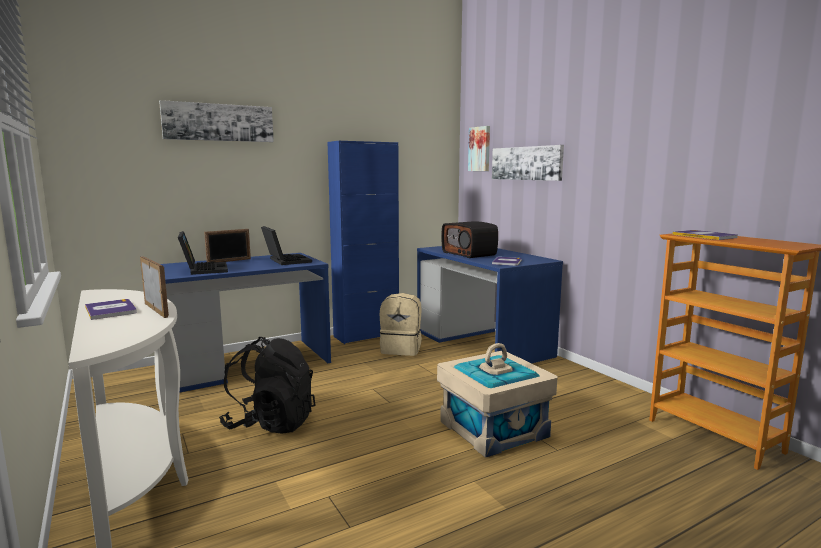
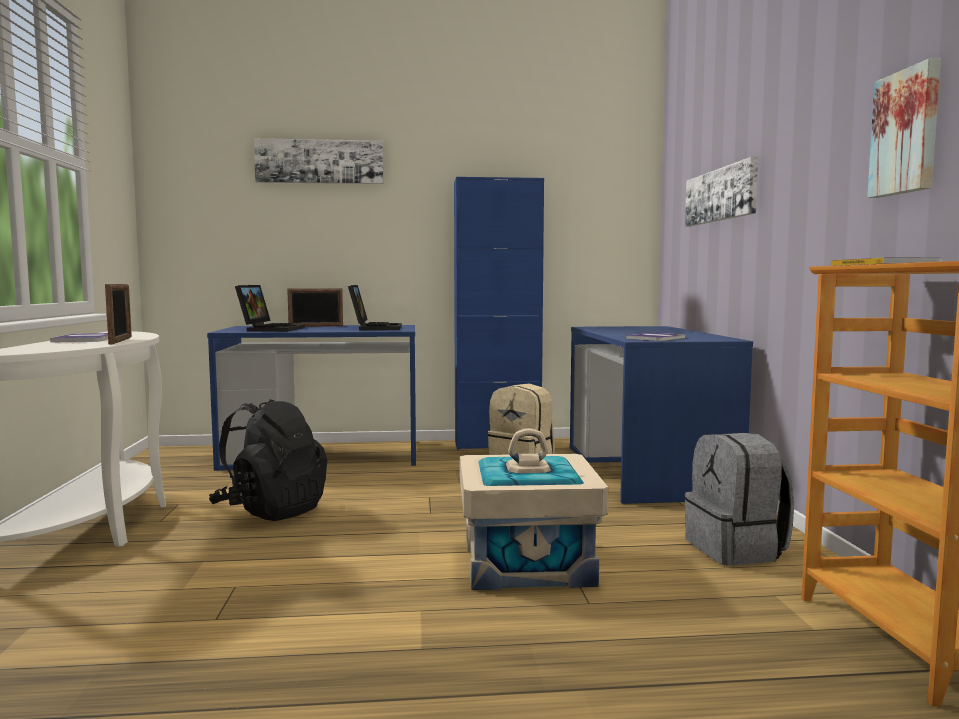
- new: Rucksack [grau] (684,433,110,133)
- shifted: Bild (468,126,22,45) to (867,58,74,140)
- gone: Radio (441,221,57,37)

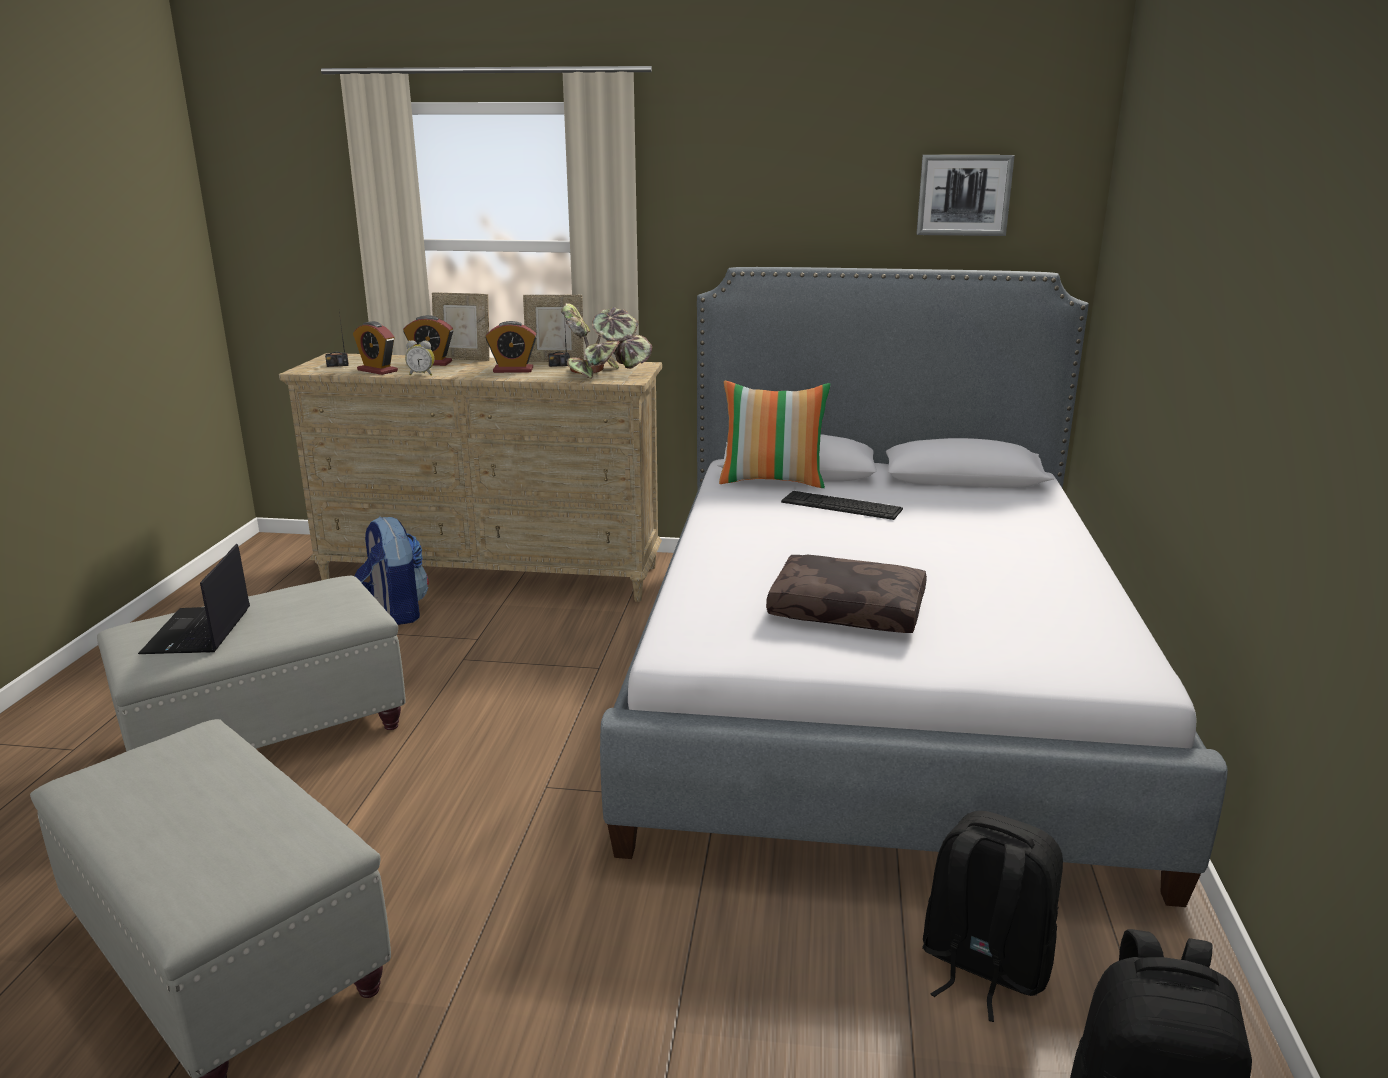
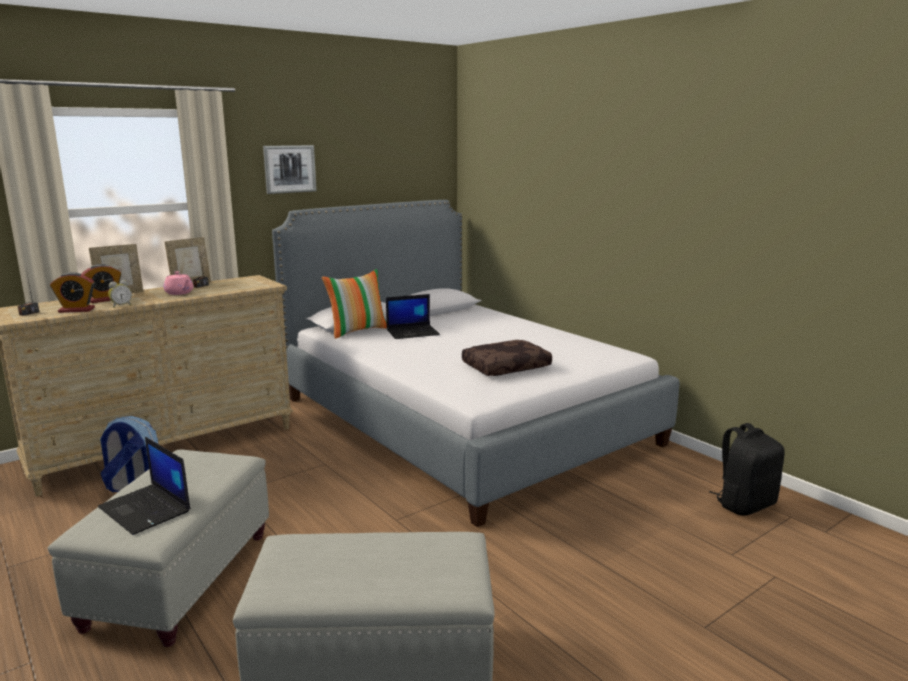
- swapped: Wecker (486,321,51,52) to Teekanne [rosa] (164,271,30,24)
- shifted: Bild (917,155,98,81) to (263,145,54,49)
- swapped: Tastatur (781,491,122,29) to Laptop (386,294,54,45)
- gone: Topfpflanze (561,303,91,76)
- gone: Rucksack [schwarz] (922,811,141,211)

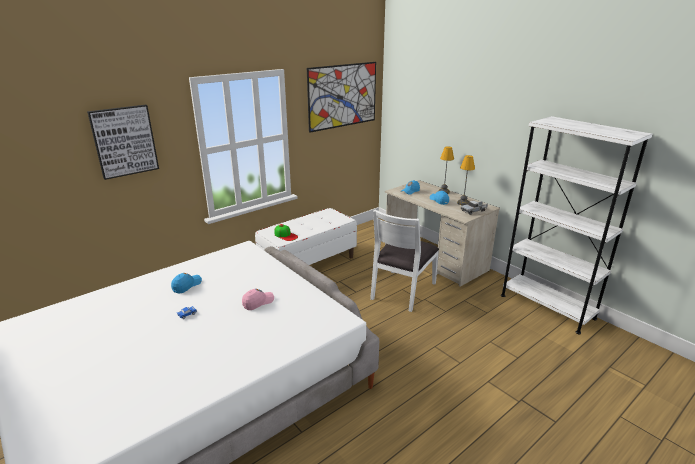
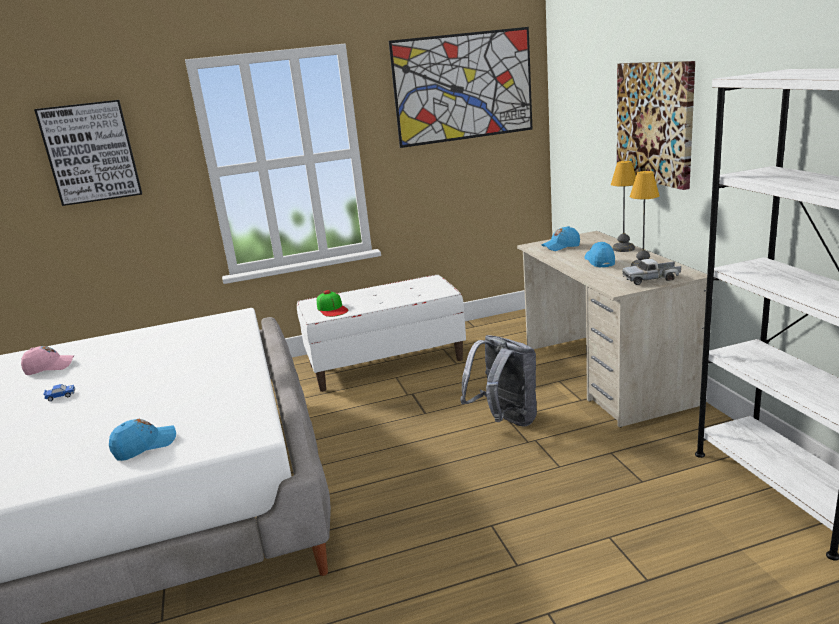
- shifted: Kappe [rosa] (242,289,32,21) to (21,346,53,29)
- shifted: Kappe [blau] (171,273,31,21) to (109,419,67,42)
- swapped: Stuhl [weiß] (370,209,69,103) to Rucksack [grau] (460,335,77,91)
- new: Bild (617,61,78,129)

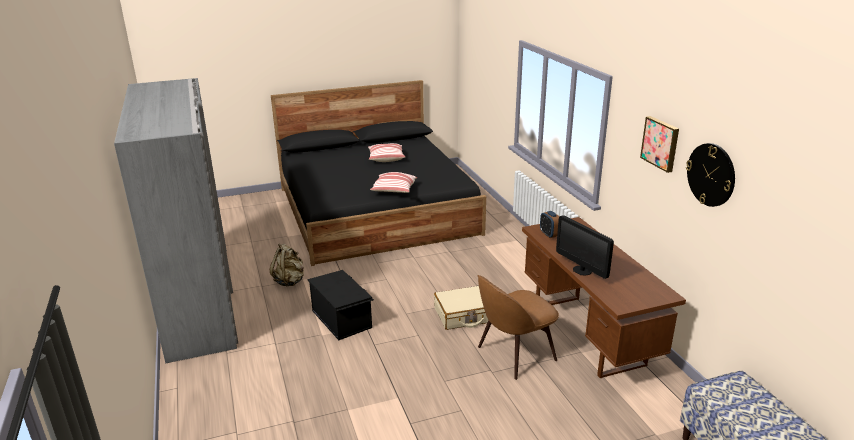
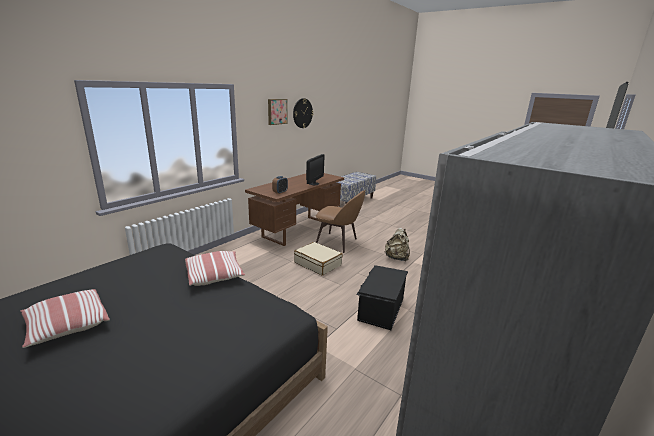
- shifted: Rucksack [beige] (270,244,34,42) to (385,228,25,34)

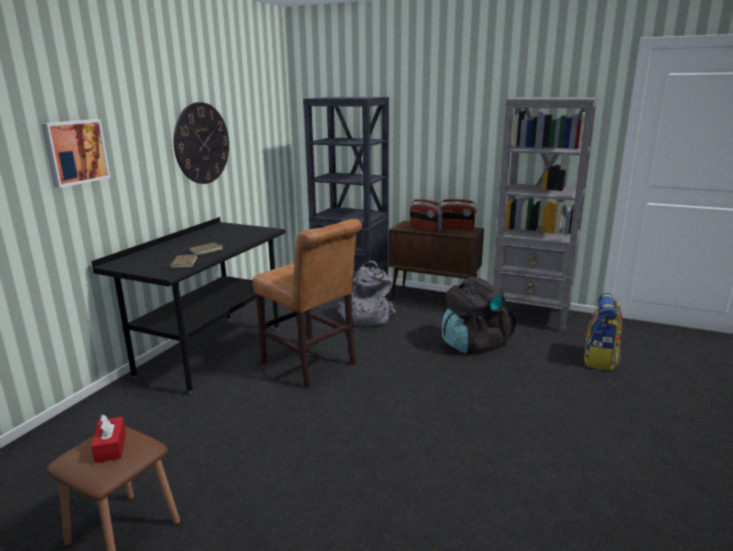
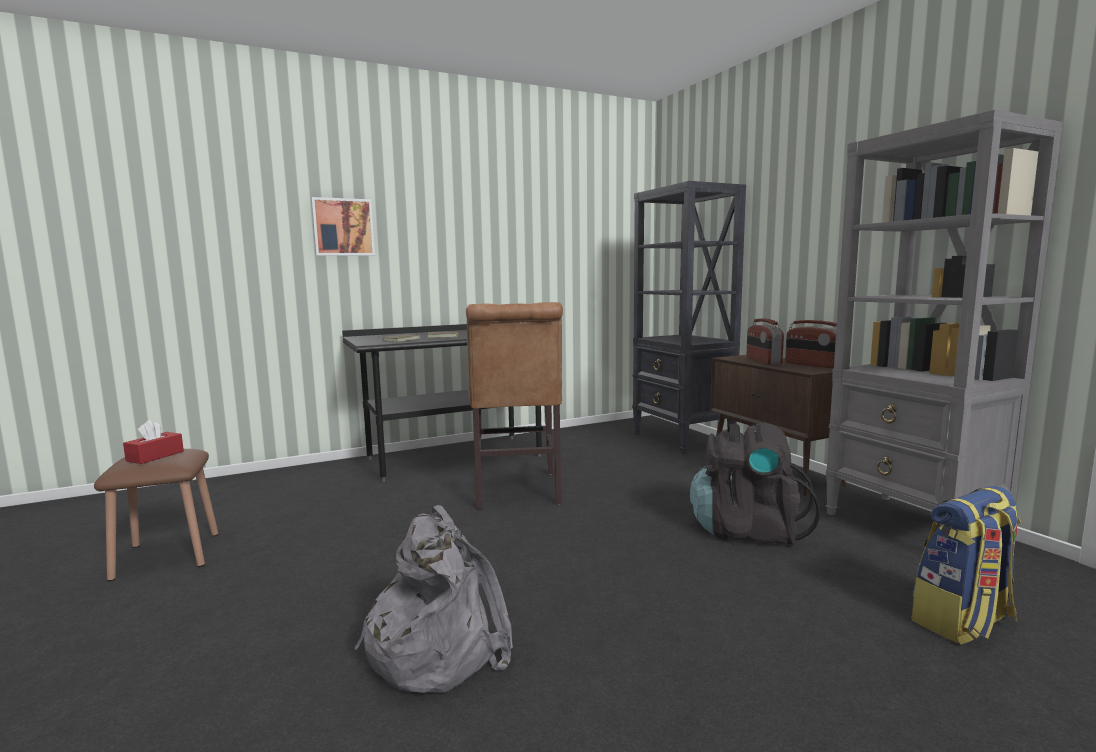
- shifted: Rucksack [grau] (337,261,59,65) to (354,505,159,188)
- gone: Wanduhr (174,102,55,82)

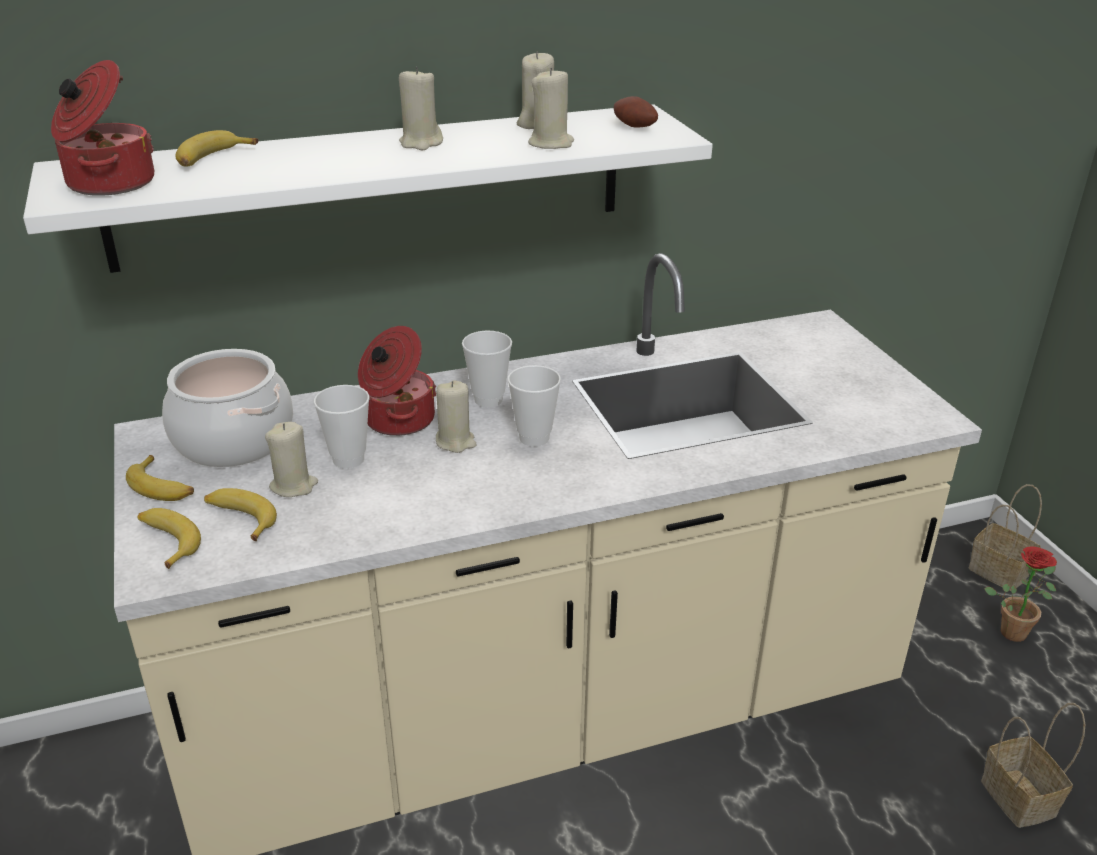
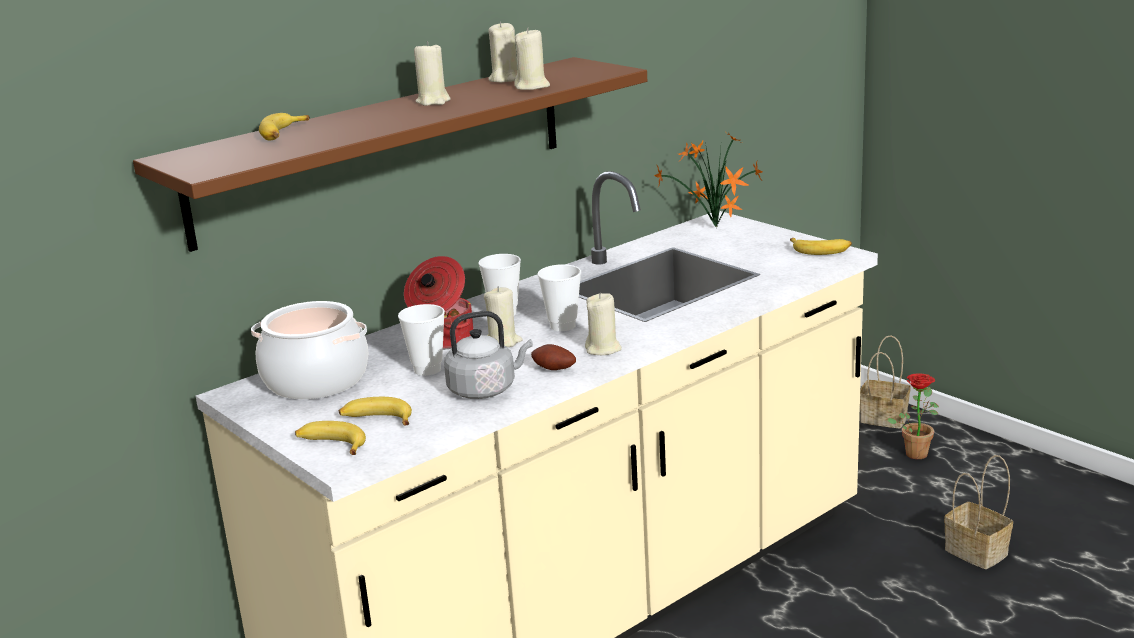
- repainted: Wandregal [weiß] (23,104,690,169) to Wandregal [braun] (133,57,514,195)
- new: Wasserkessel [grau] (444,311,89,88)
- shifted: Kartoffel (613,96,45,32) to (531,344,45,26)
- shifted: Kerze [beige] (265,422,53,75) to (585,293,37,62)
- new: Topfpflanze (654,132,109,96)
- shifted: Banane (126,455,68,46) to (790,238,62,17)
- gone: Kochtopf (51,60,103,136)

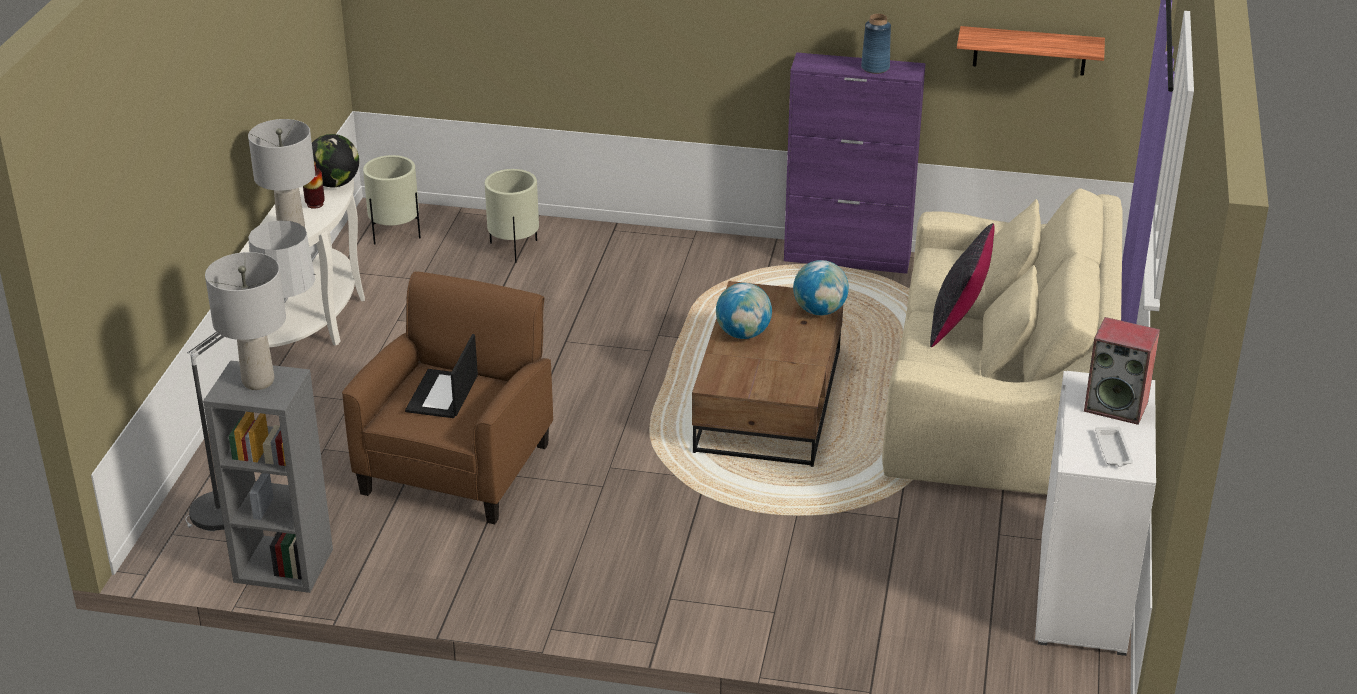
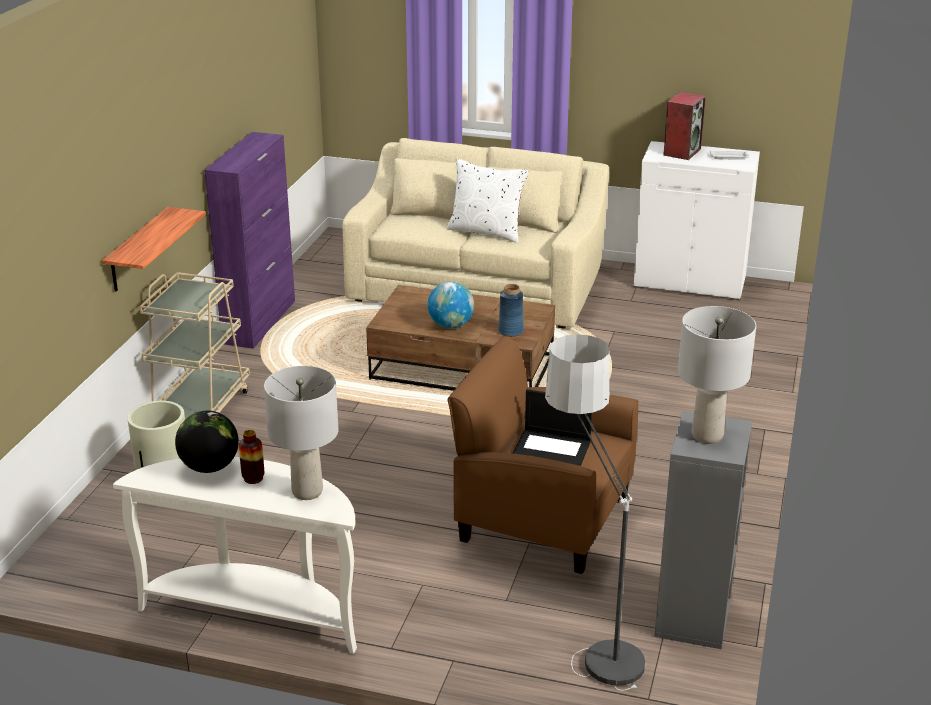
- shifted: Wandregal (957,26,148,50) to (102,207,104,85)
- new: Rollwagen [beige] (140,272,110,147)
- repainted: Kissen [schwarz] (930,223,65,124) to Kissen [weiß] (447,159,82,84)
- shifted: Vase [blau] (861,14,30,60) to (498,284,26,53)
- gone: Pflanzkübel [beige] (363,155,58,90)
- gone: Globus (793,260,56,55)

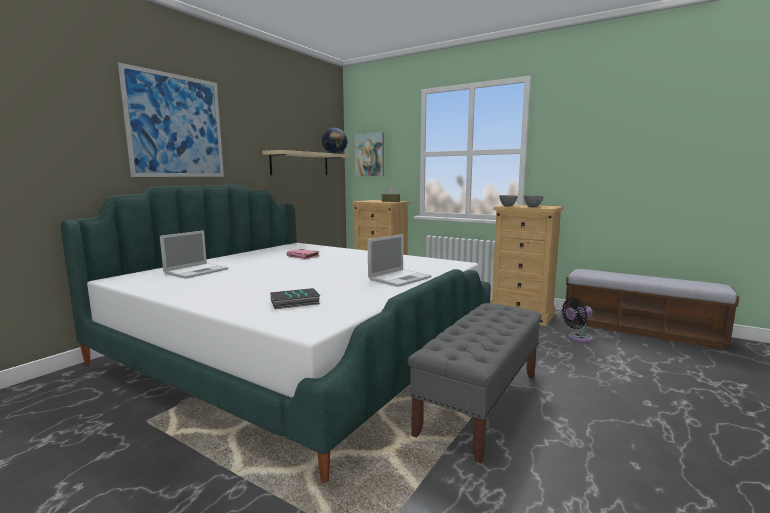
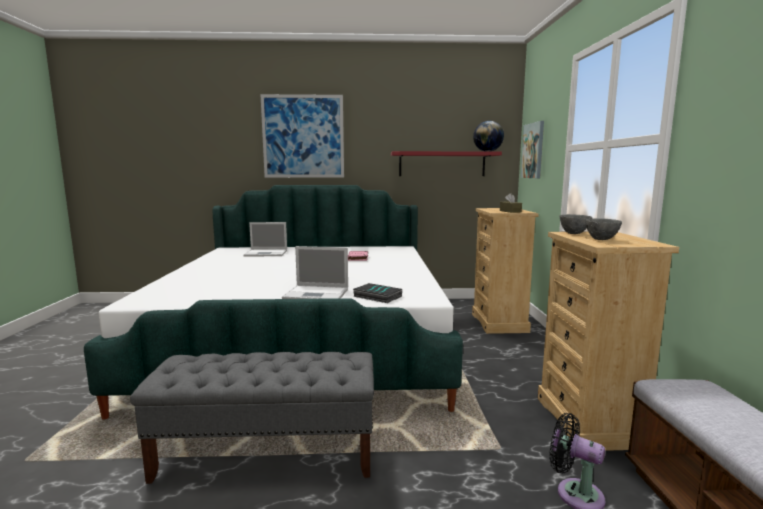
- shifted: Buch (270,288,51,21) to (353,283,49,20)
- repainted: Wandregal [beige] (262,150,87,25) to Wandregal [rot] (391,151,111,25)

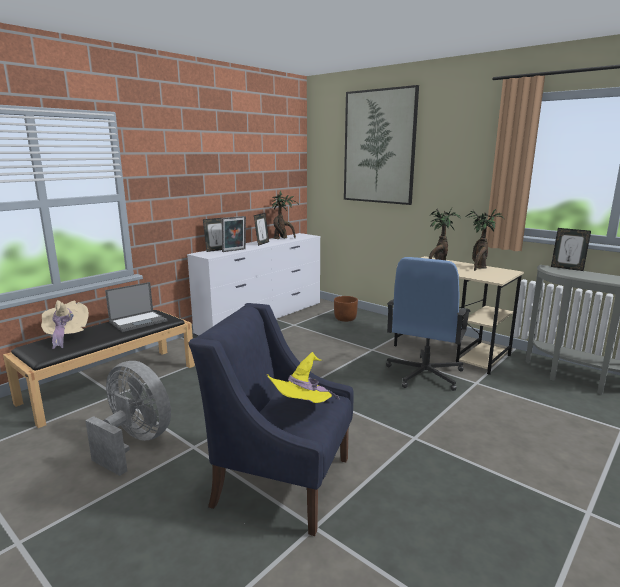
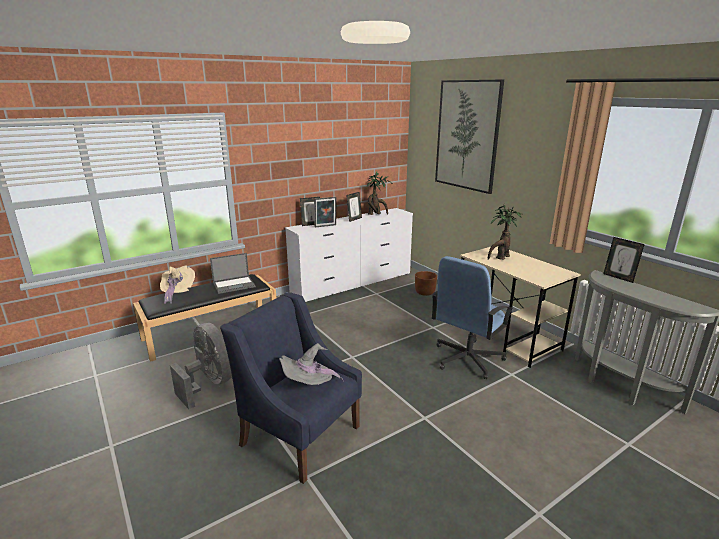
- repainted: Hut [gelb] (266,352,74,51) to Hut [grau] (279,343,64,42)
- gone: Topfpflanze (466,209,39,62)

